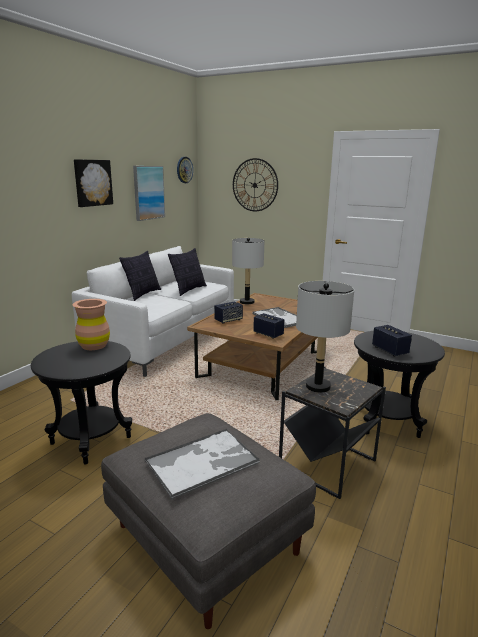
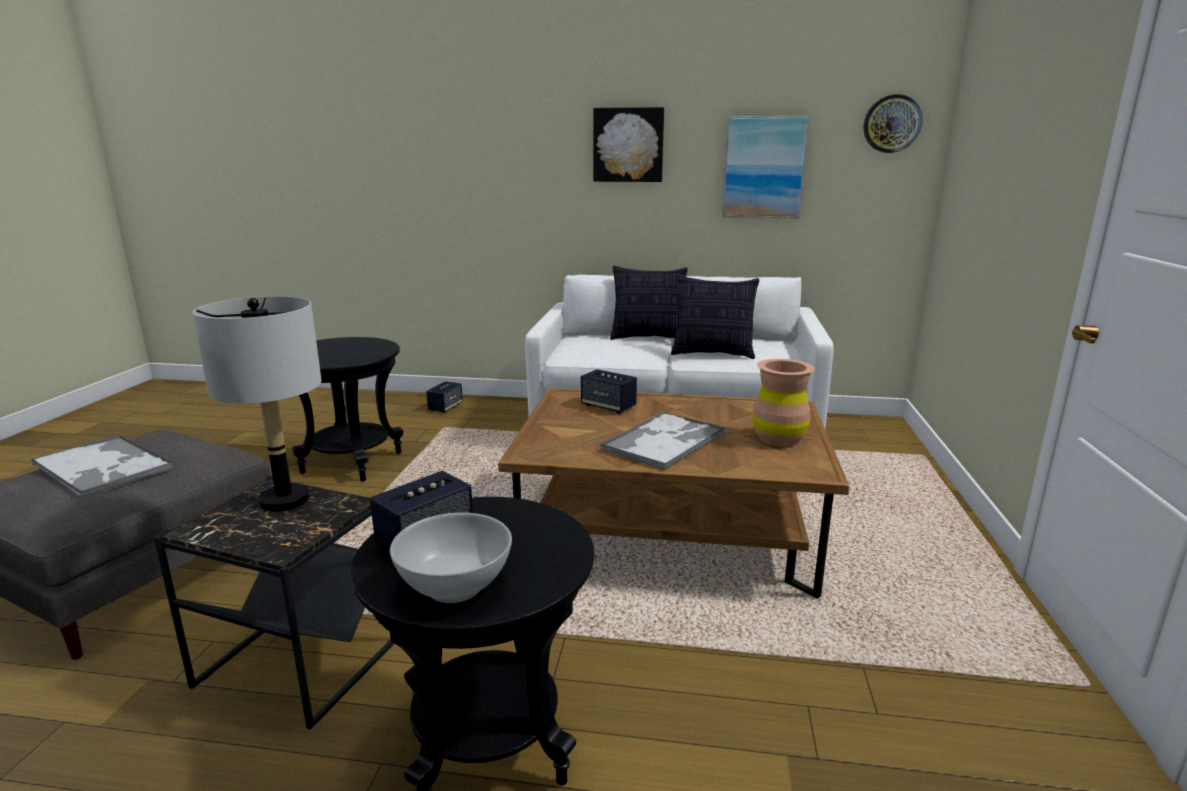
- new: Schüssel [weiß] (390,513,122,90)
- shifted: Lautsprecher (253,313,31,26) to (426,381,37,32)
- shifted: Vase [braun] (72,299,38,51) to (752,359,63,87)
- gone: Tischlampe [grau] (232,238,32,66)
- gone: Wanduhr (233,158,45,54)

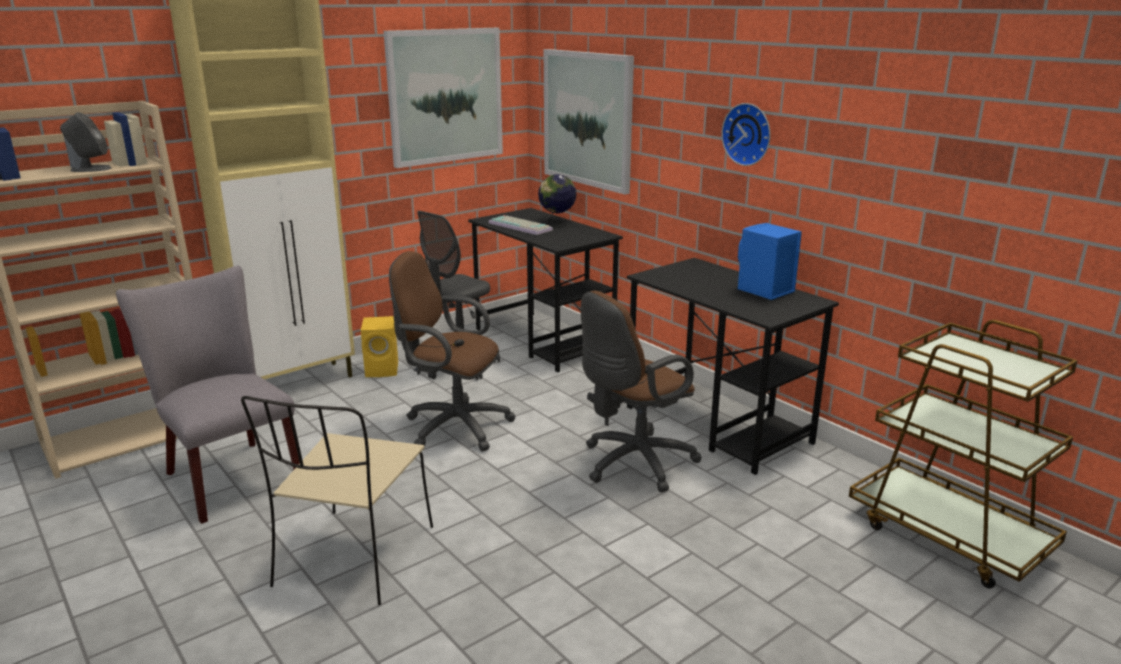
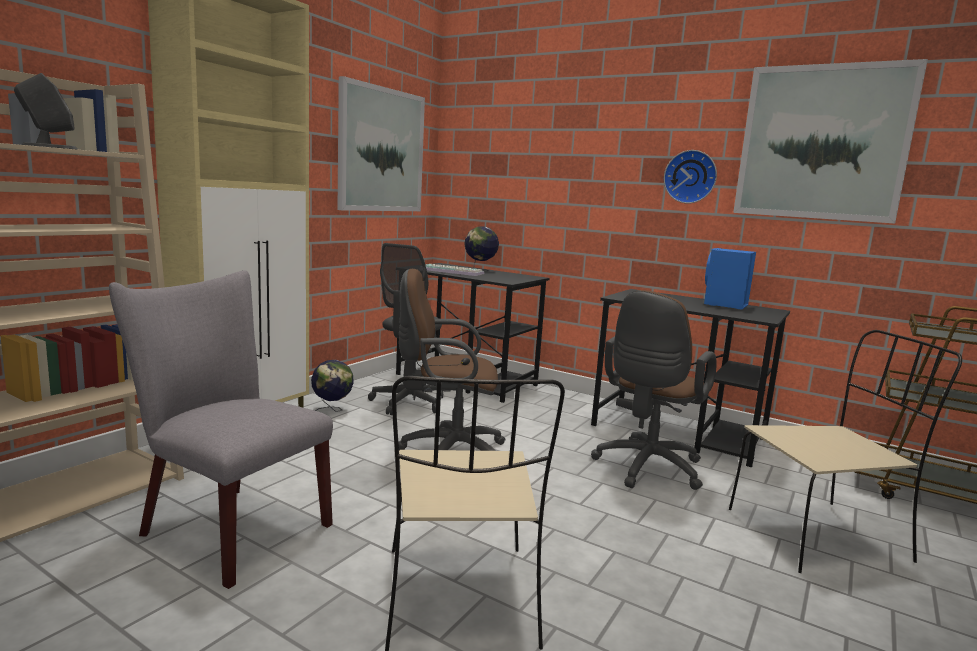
- swapped: Lautsprecher [gelb] (361,316,37,61) to Globus (311,360,43,52)
- new: Stuhl [beige] (729,330,233,243)
- shifted: Bild (544,49,90,145) to (733,59,195,165)

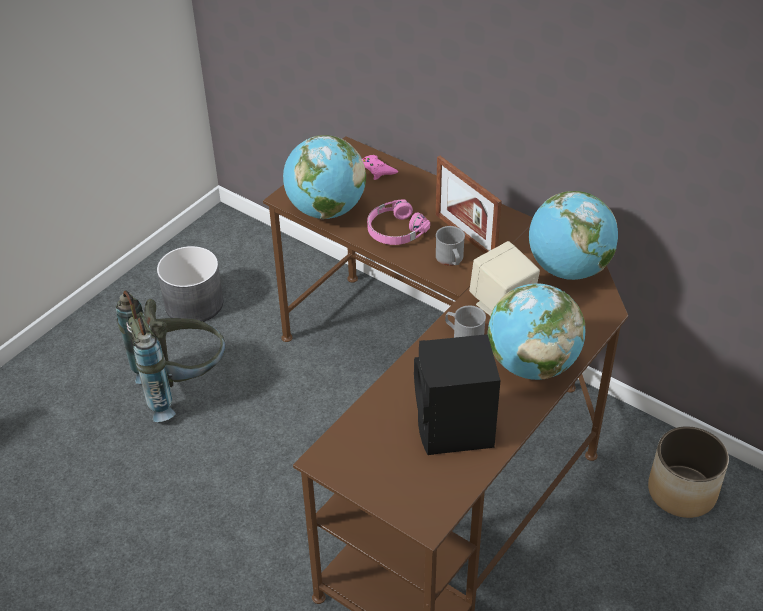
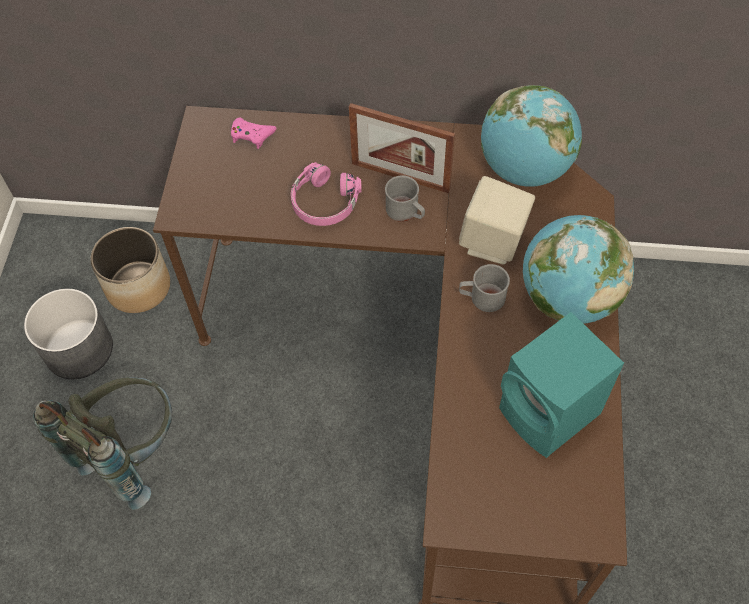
- shifted: Pflanzkübel (648,426,81,92) to (90,227,80,86)
- repainted: Lautsprecher [schwarz] (414,334,87,121) to Lautsprecher [türkis] (499,312,125,146)
- gone: Globus (283,135,83,84)

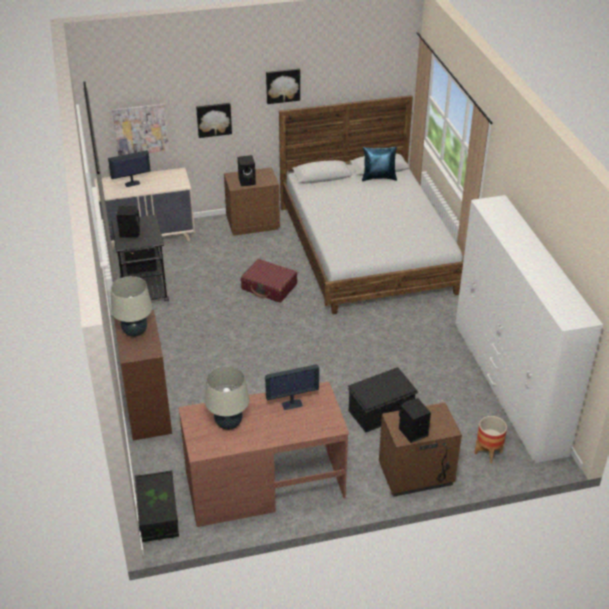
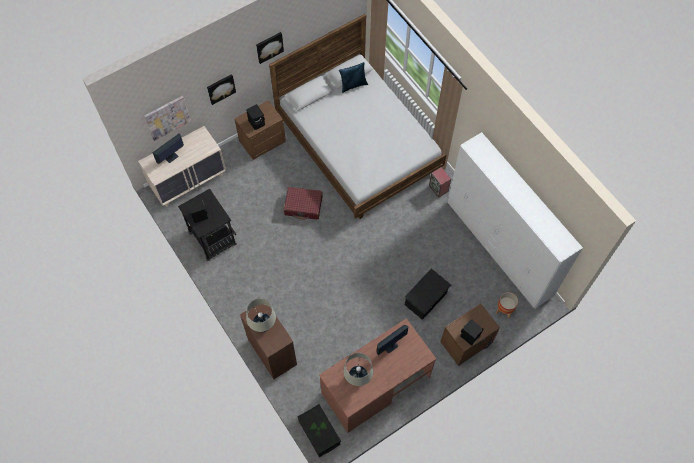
- new: Lautsprecher (429,167,22,31)

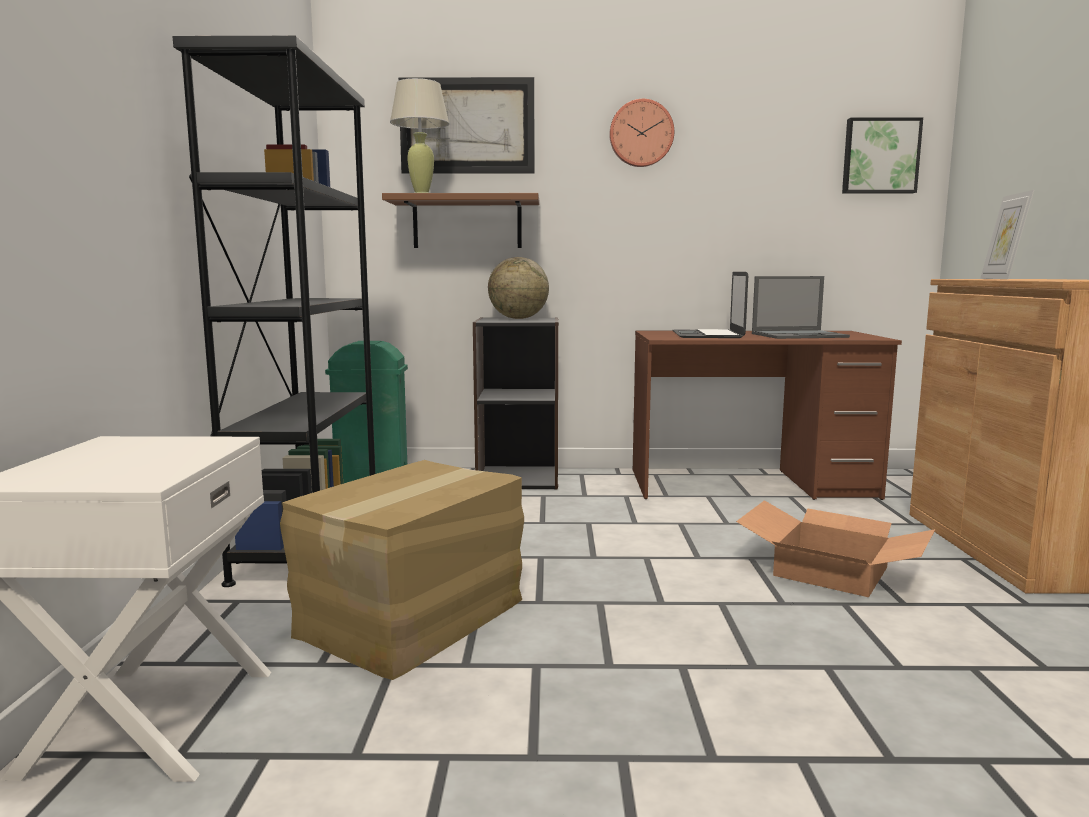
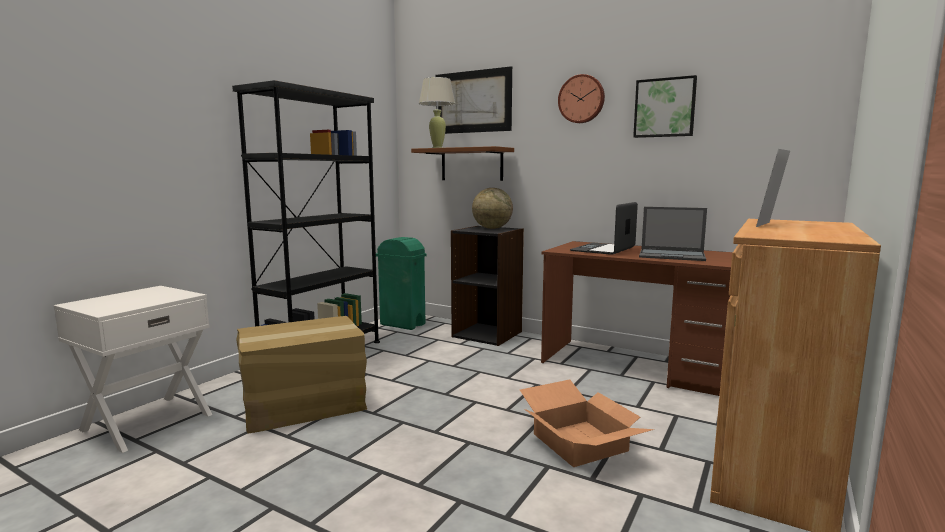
- shifted: Bild (842,117,81,77) to (633,75,64,63)

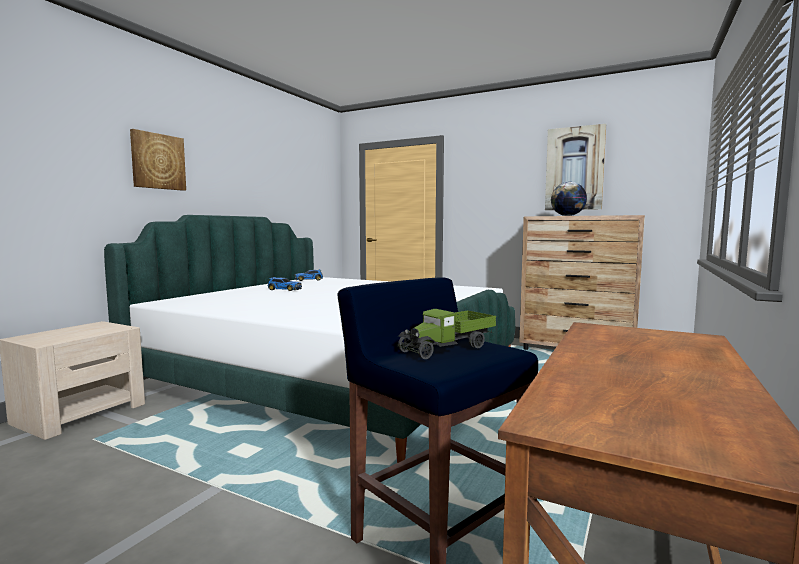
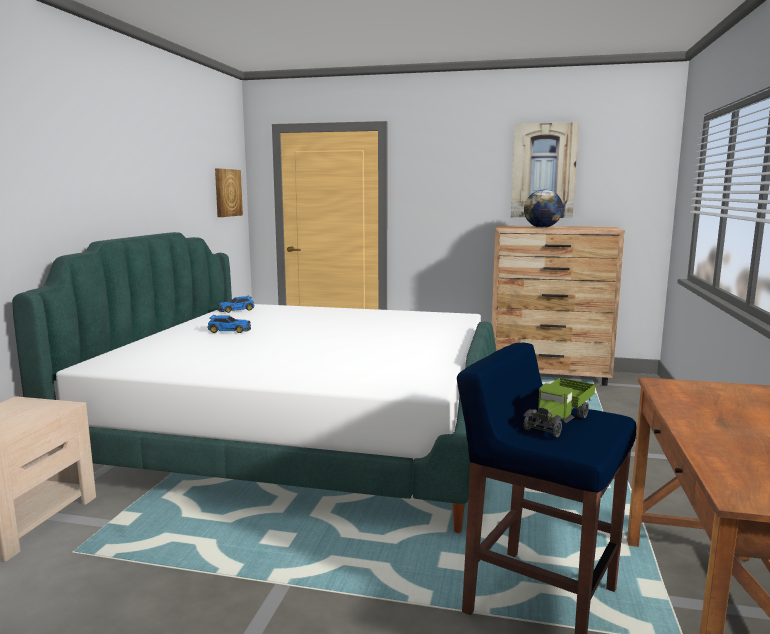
- shifted: Bild (130,129,56,62) to (215,168,28,49)

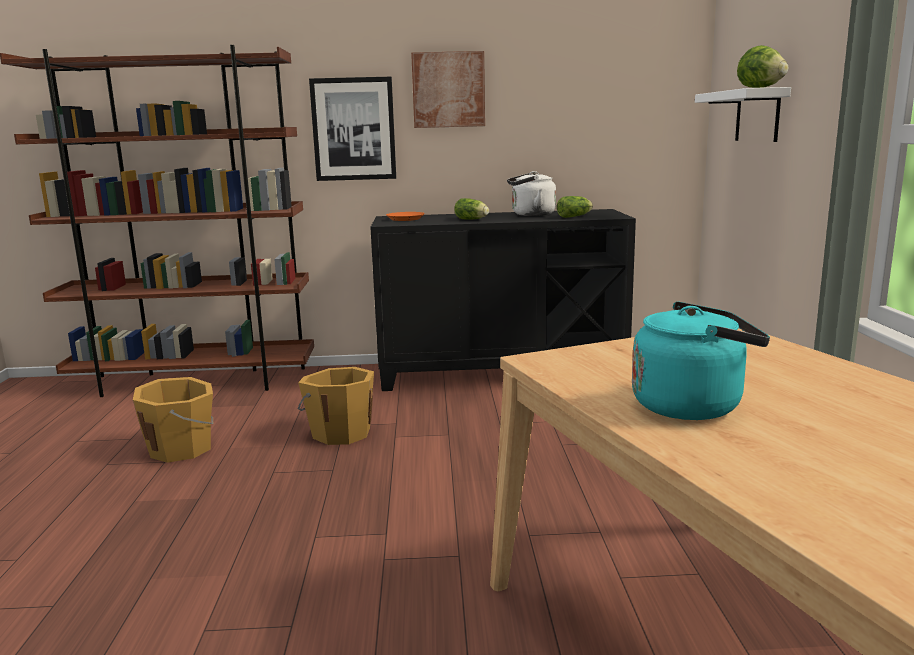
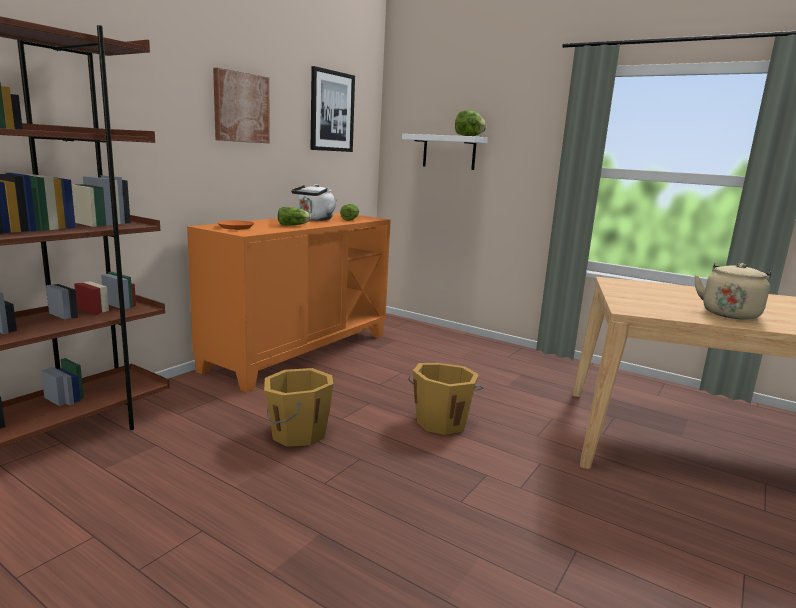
- repainted: Schrank [schwarz] (370,209,266,182) to Schrank [orange] (187,213,204,179)
- shifted: Bild (309,77,87,104) to (311,66,44,86)
- shifted: Eimer [orange] (133,377,80,86) to (408,363,77,72)
- repainted: Wasserkessel [türkis] (632,301,138,119) to Wasserkessel [beige] (694,263,78,57)

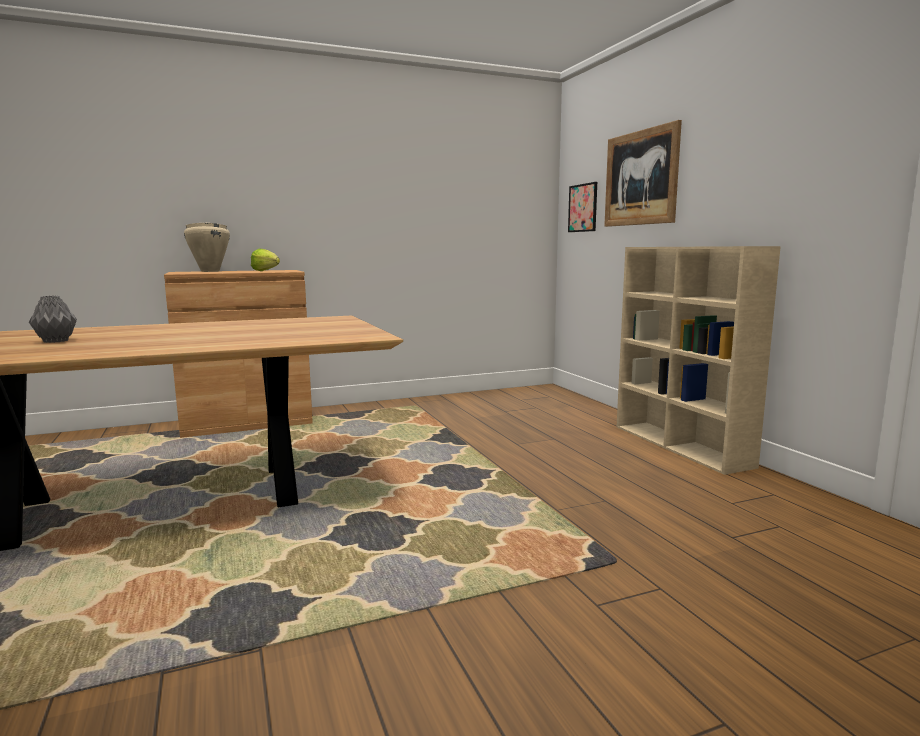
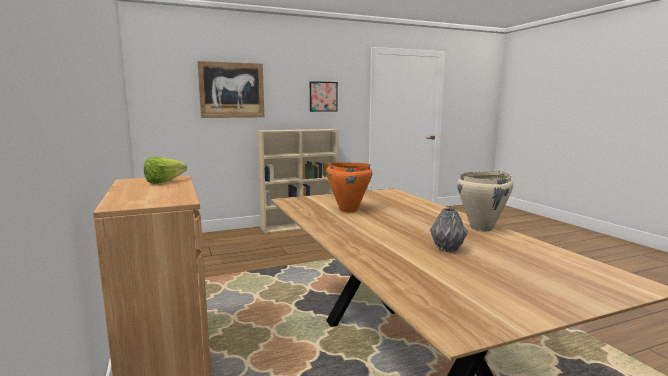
- shifted: Bild (568,182,29,50) to (310,81,28,31)
- new: Kochtopf [orange] (326,162,46,51)
- shifted: Kochtopf [beige] (184,223,46,49) to (457,171,56,61)

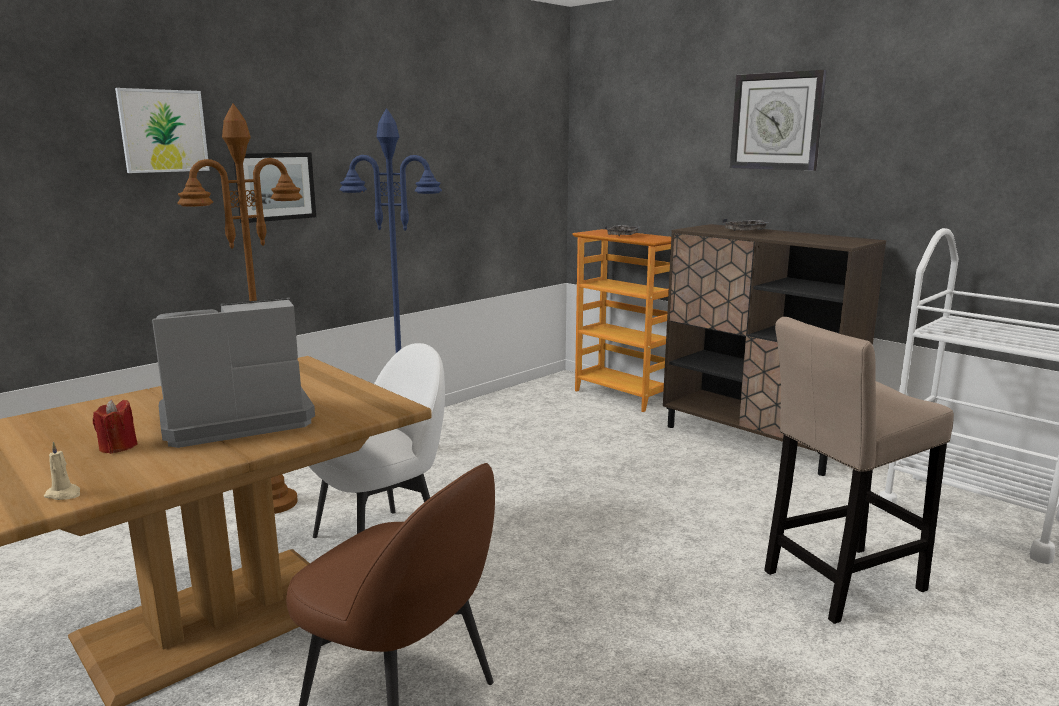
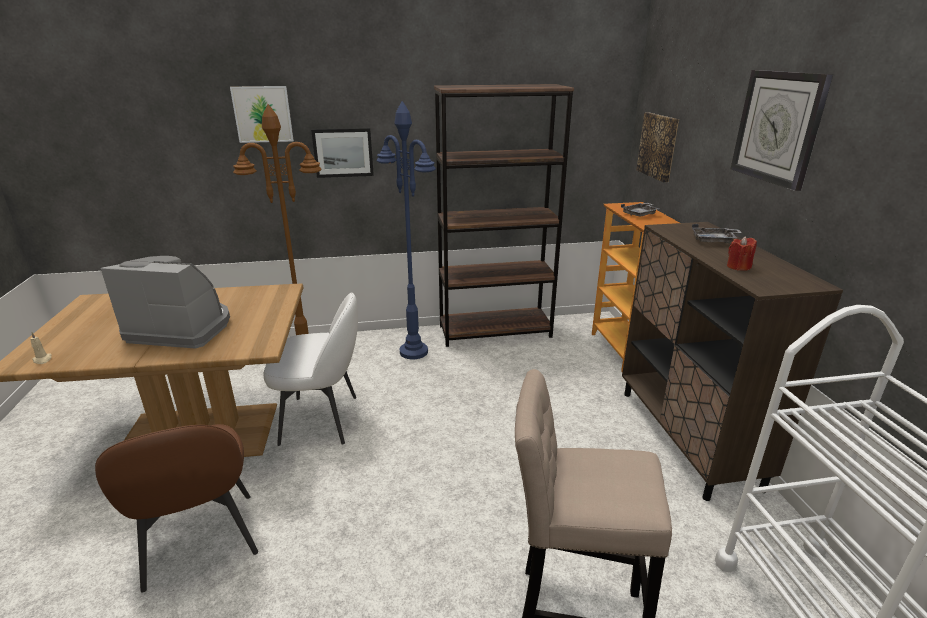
- new: Bücherregal [braun] (434,84,140,263)
- new: Bild (636,112,43,70)
- shifted: Kerze [rot] (93,400,45,54) to (727,236,30,35)

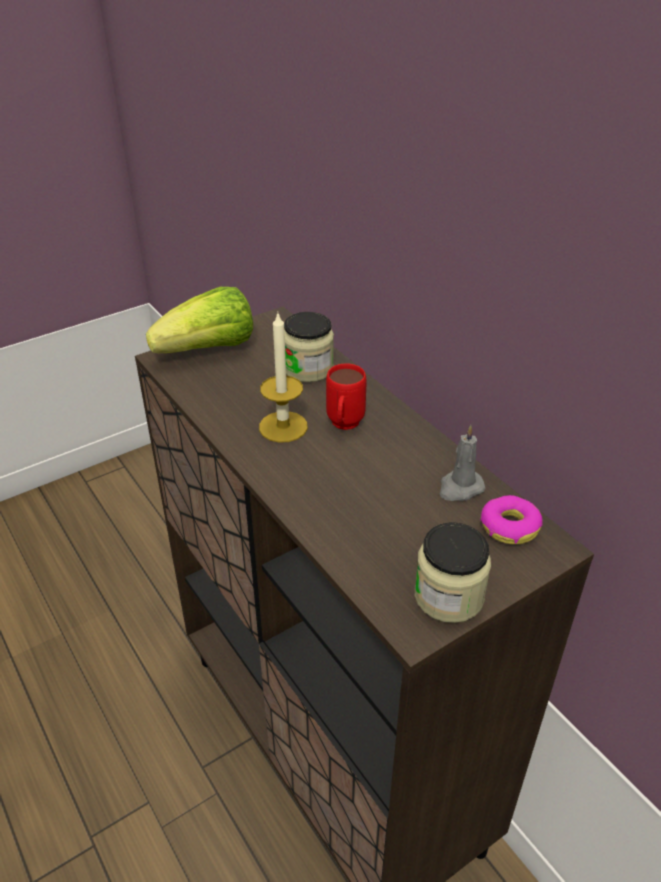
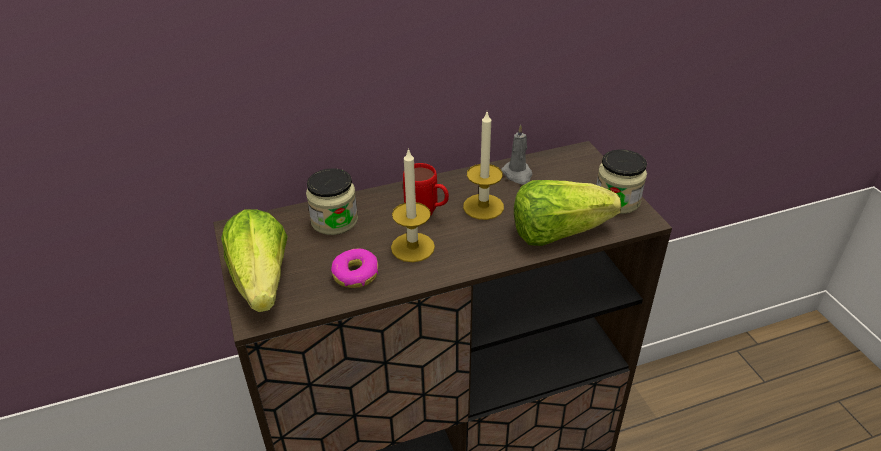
- shifted: Donut (480,495,63,49) to (331,248,47,40)
- new: Kerze (463,112,41,108)
- new: Salatkopf (514,180,107,66)

